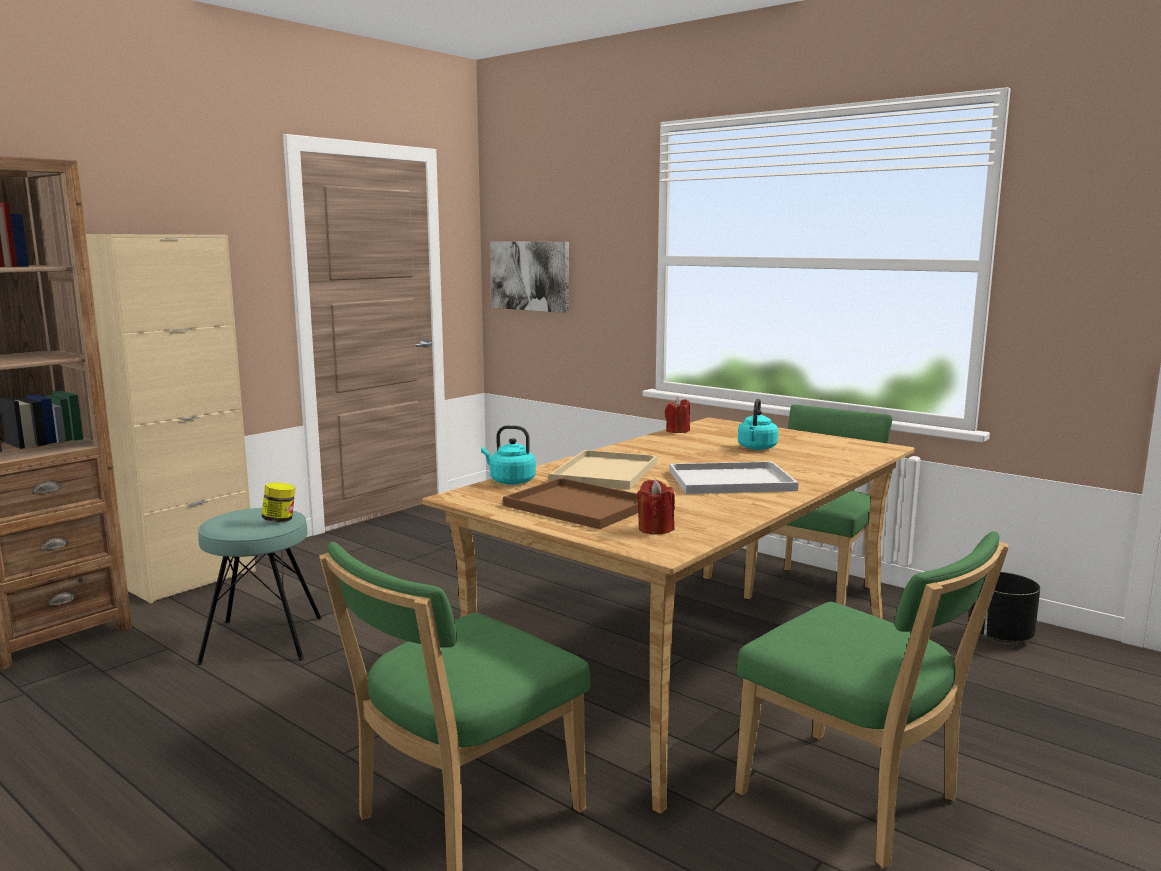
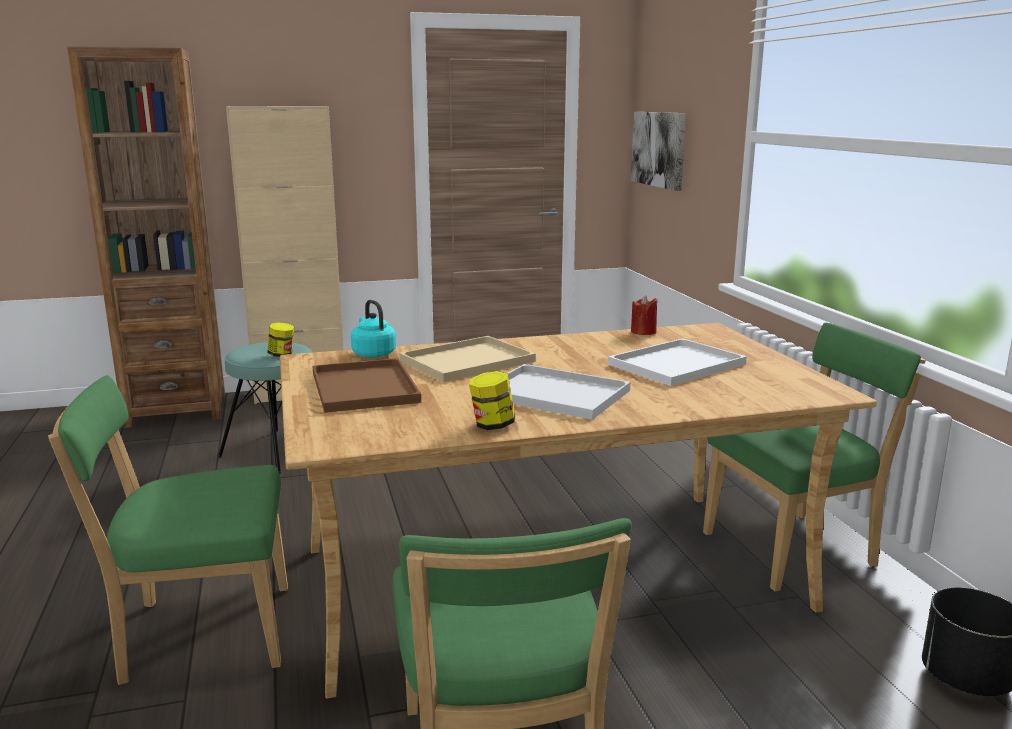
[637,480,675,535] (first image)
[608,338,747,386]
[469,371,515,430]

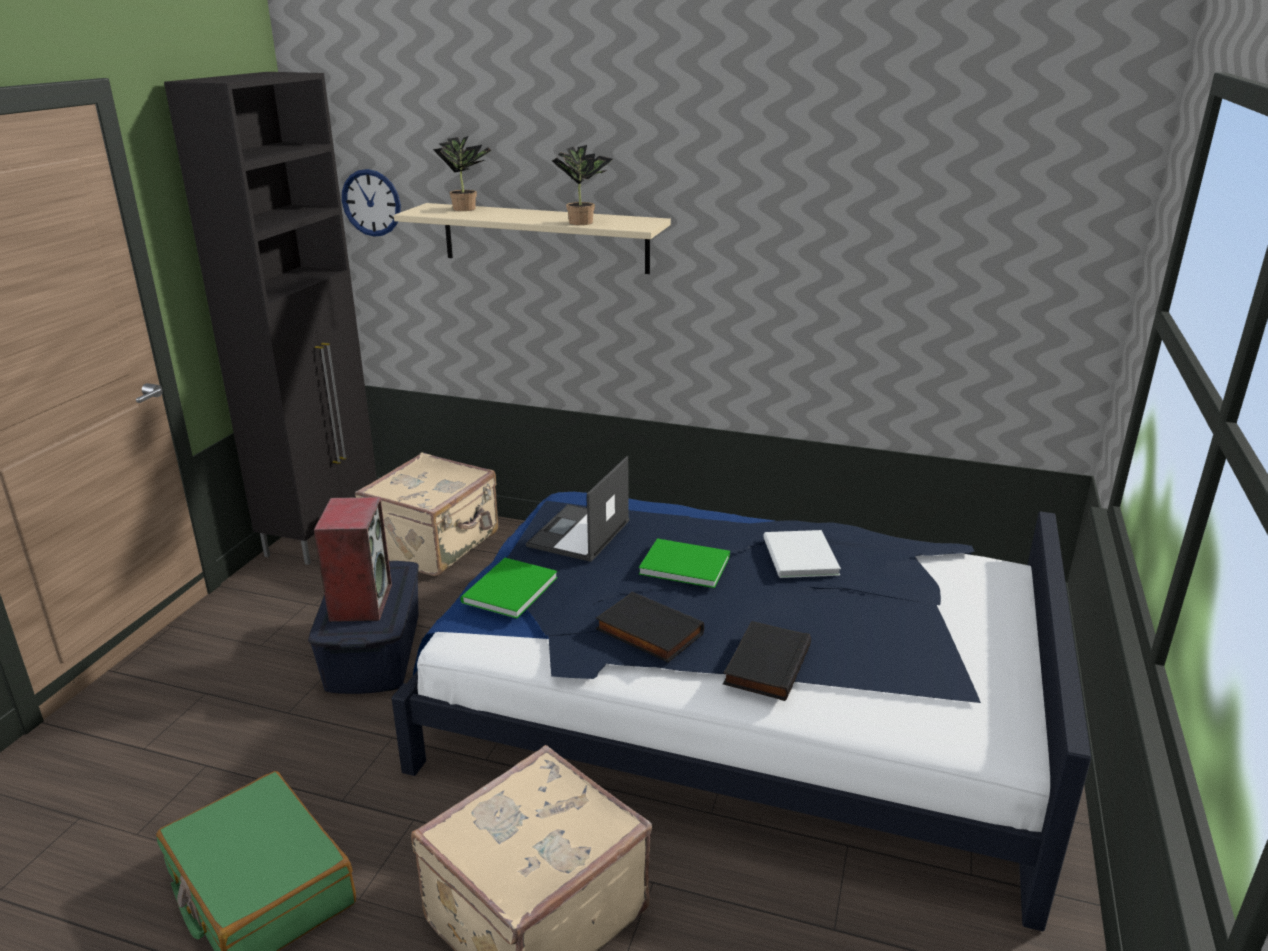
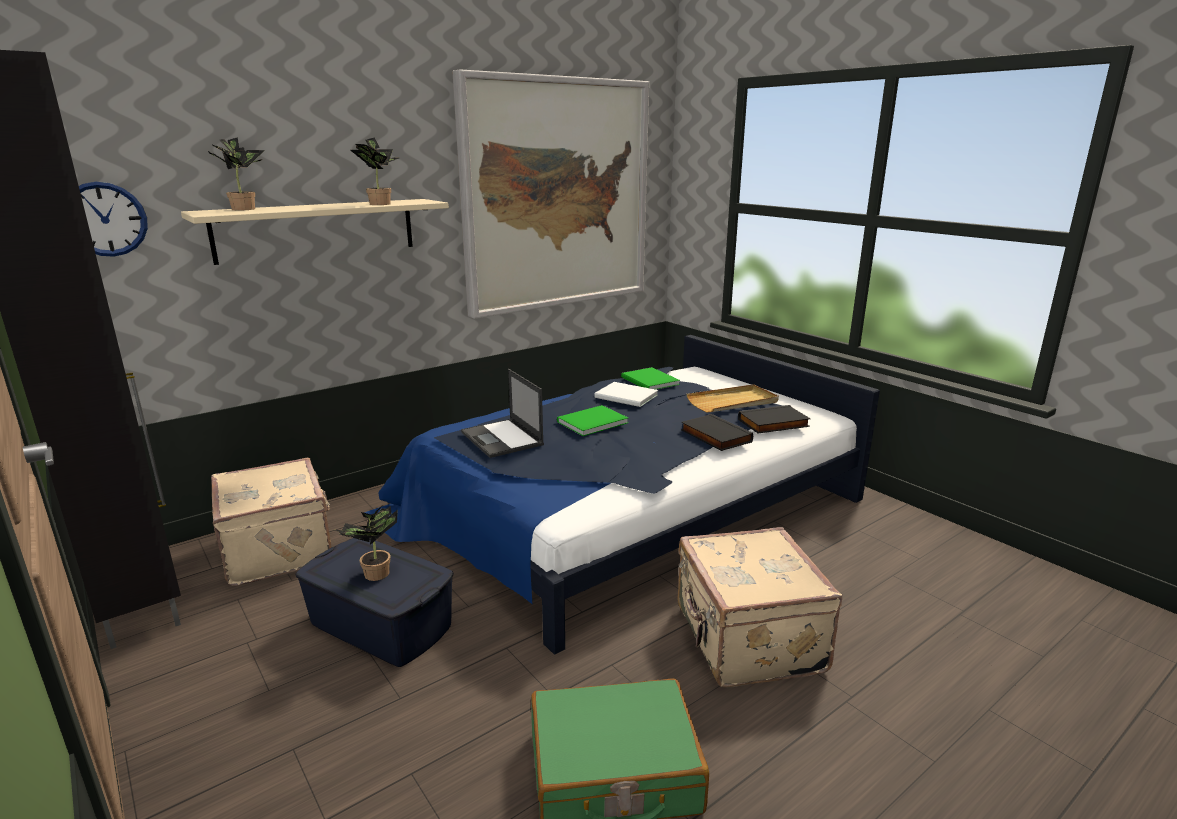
[336,506,398,581]
[621,367,680,390]
[738,405,811,433]
[452,69,649,319]
[686,384,779,412]

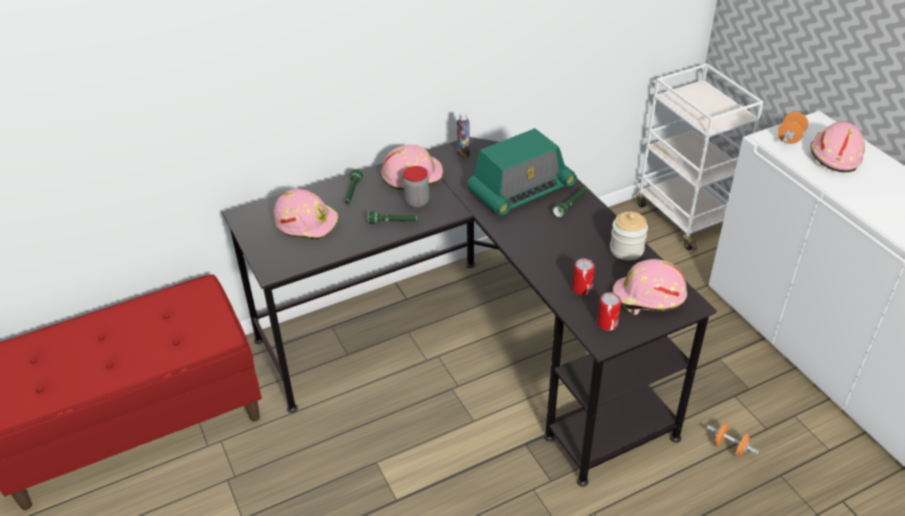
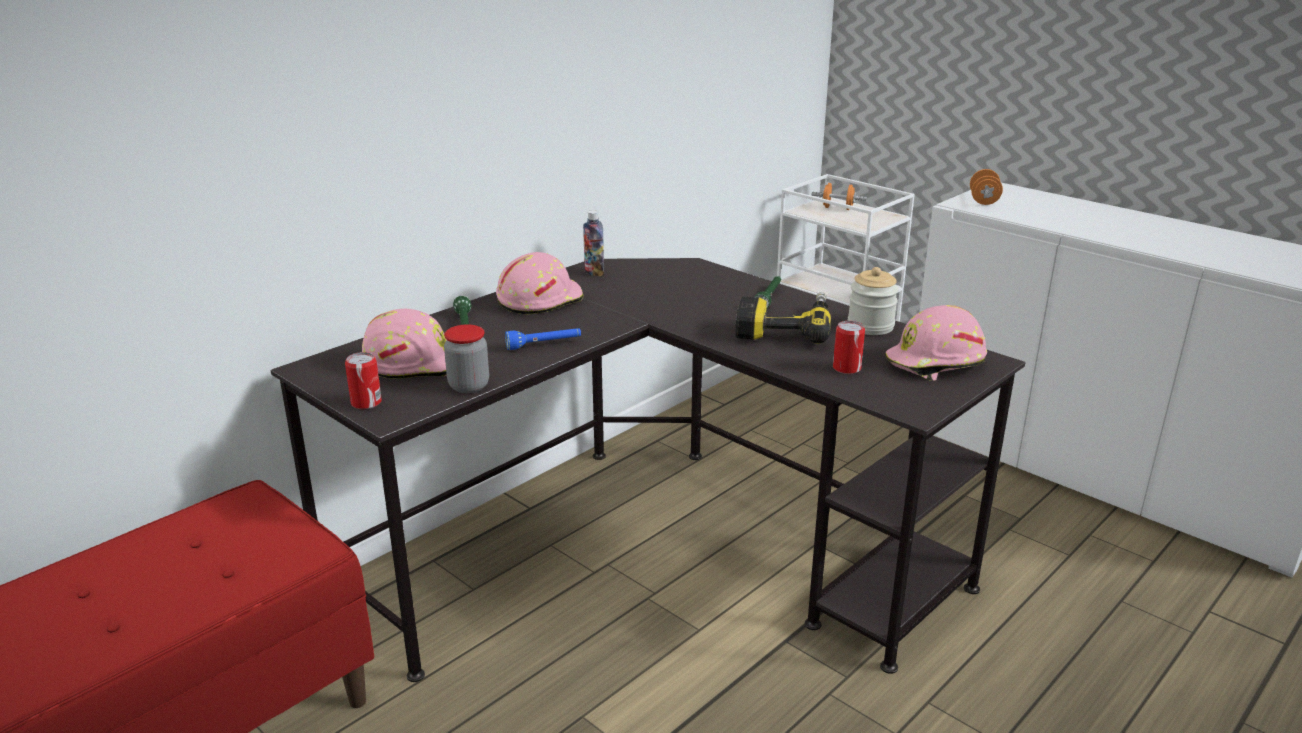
[505,328,581,350]
[444,324,489,393]
[467,128,577,215] (first image)
[345,352,382,409]
[811,183,867,210]
[810,122,865,172] (first image)
[736,292,831,344]

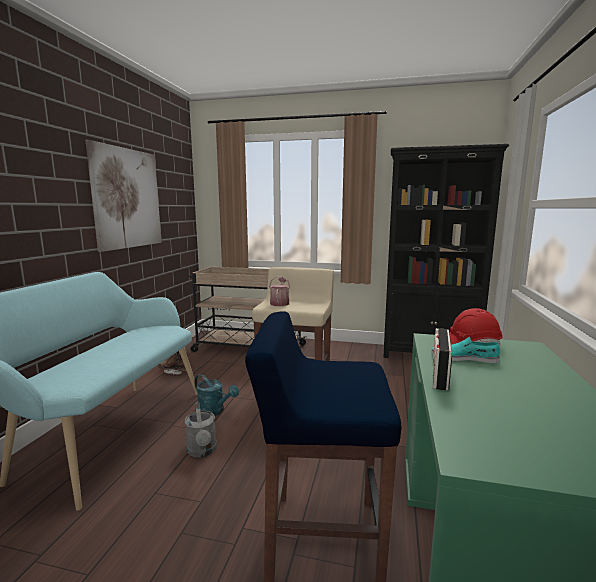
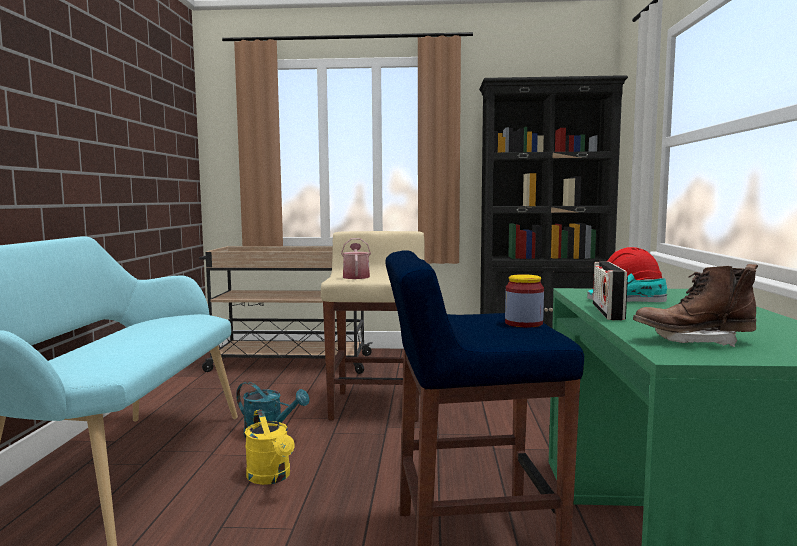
[85,140,162,252] (first image)
[633,264,758,347]
[245,410,295,485]
[505,274,544,327]

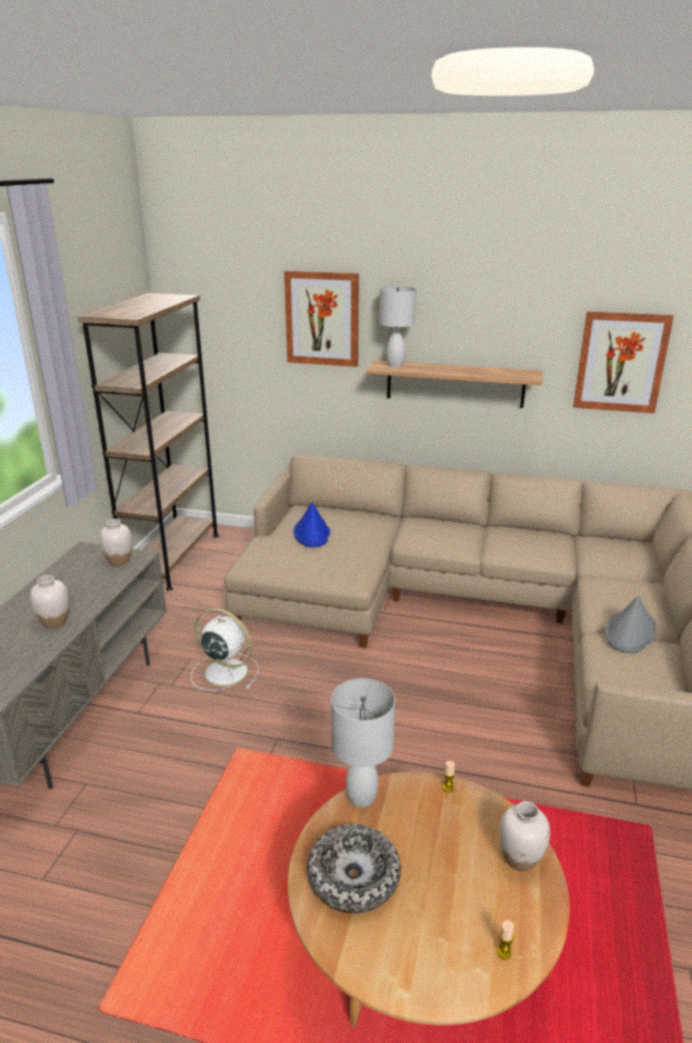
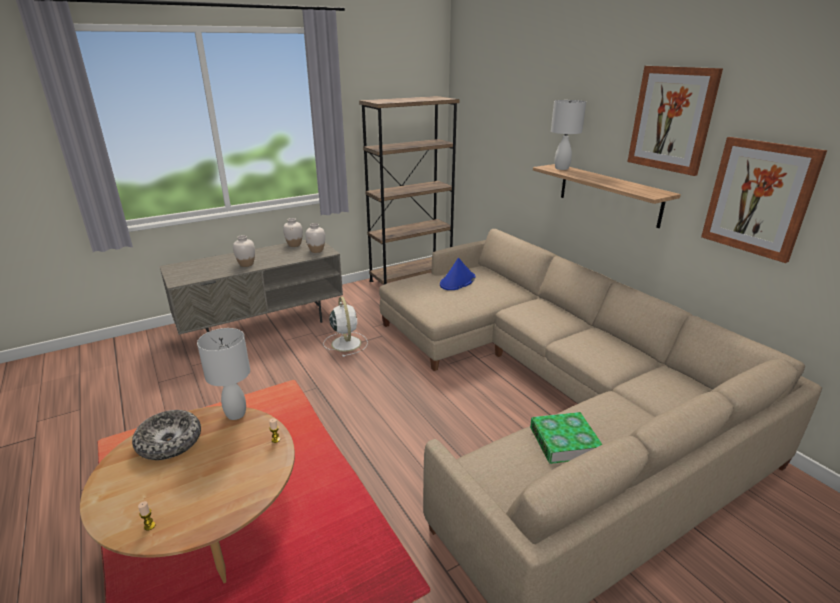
[627,66,723,176]
[283,218,303,247]
[530,412,602,464]

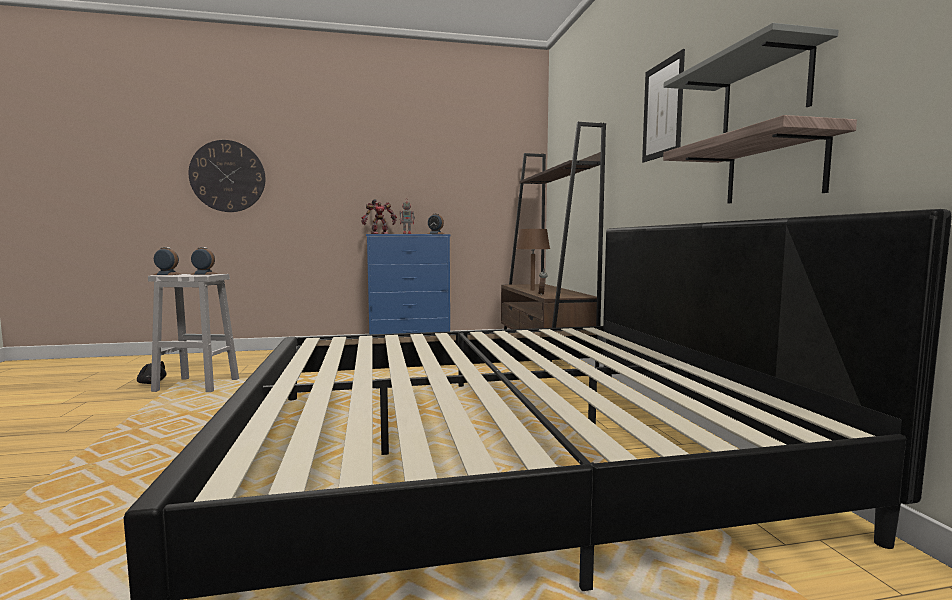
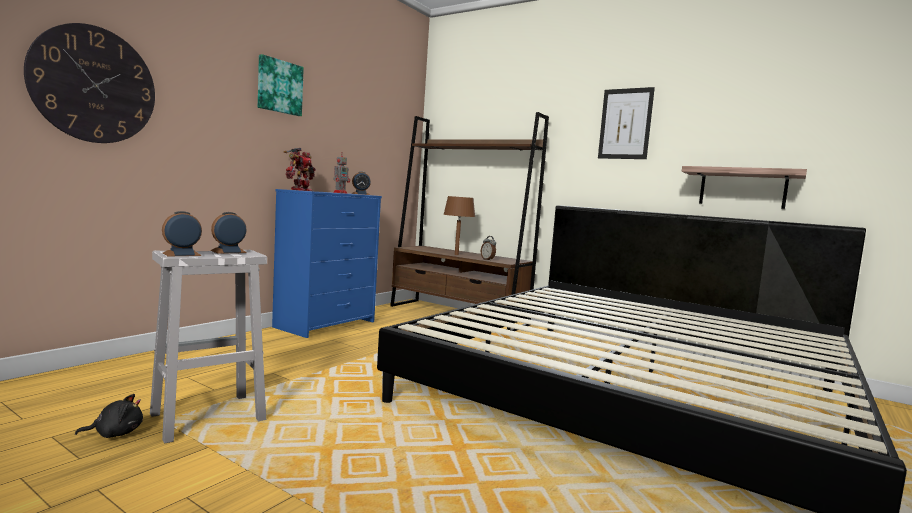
[664,23,839,133] (first image)
[258,54,304,116]

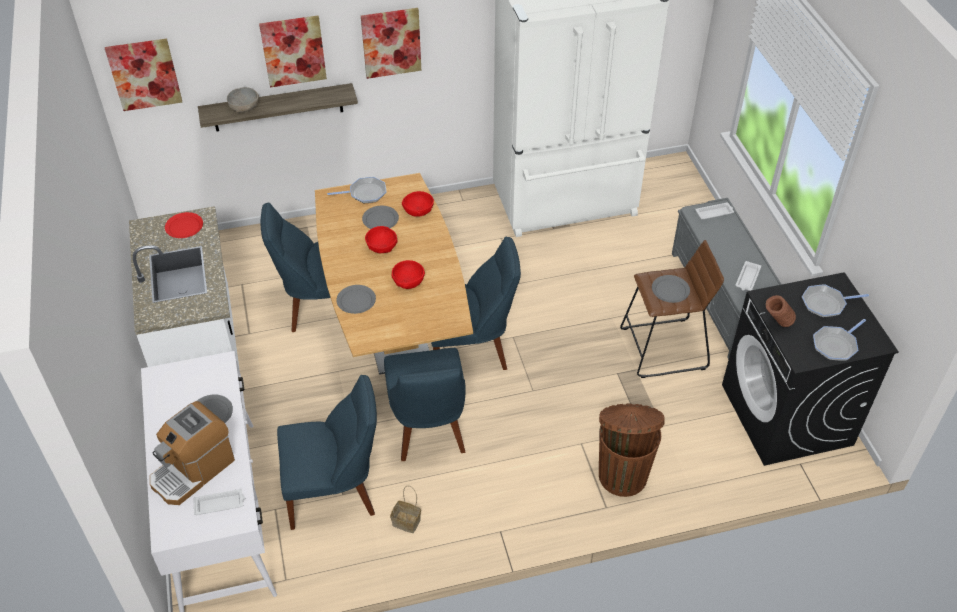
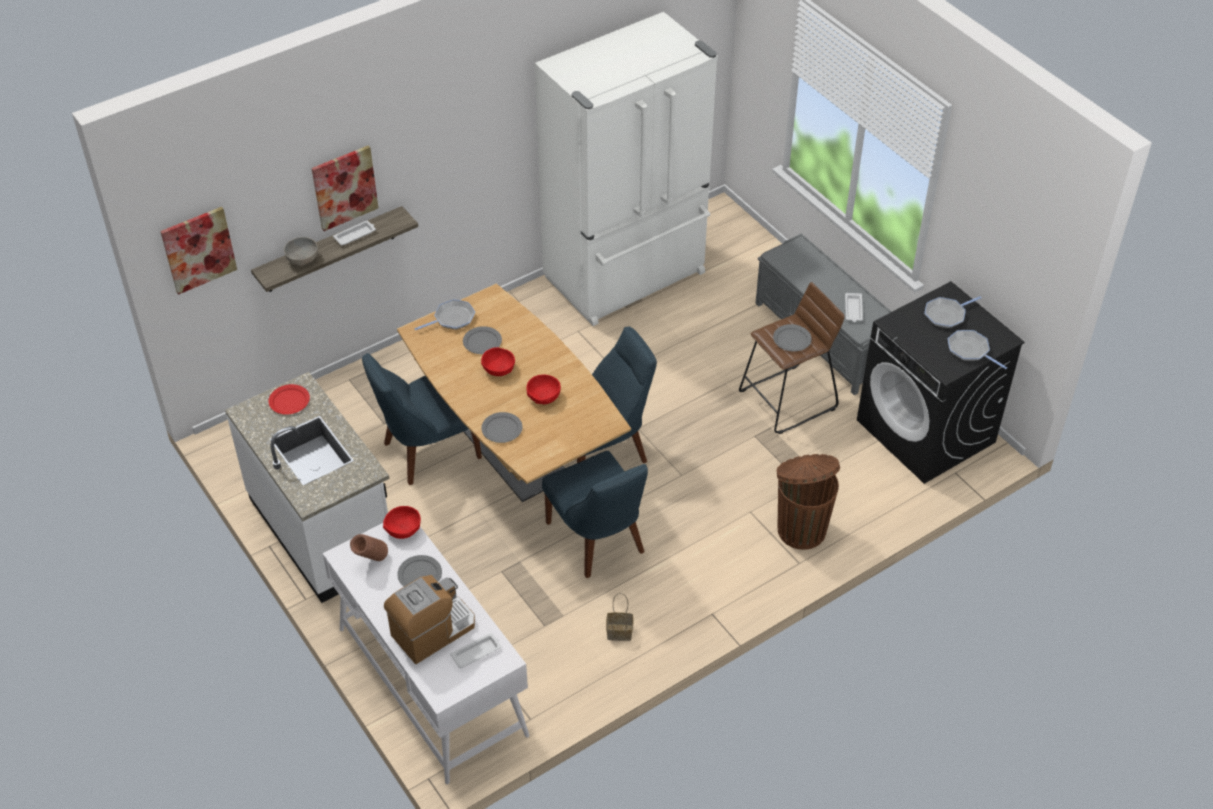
[384,575,475,664]
[277,375,377,530] (first image)
[361,8,421,79] (first image)
[383,506,421,539]
[333,221,376,245]
[350,534,388,561]
[948,330,1007,369]

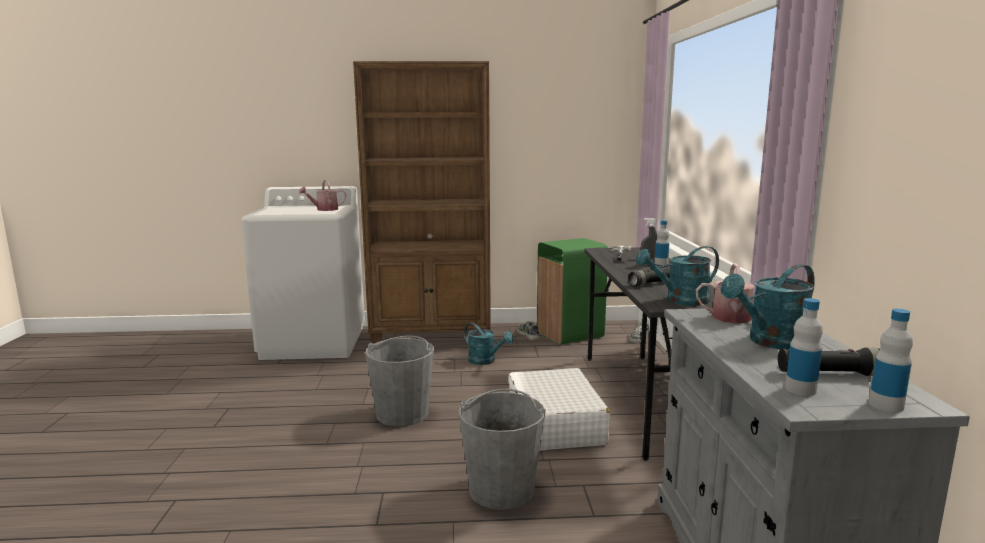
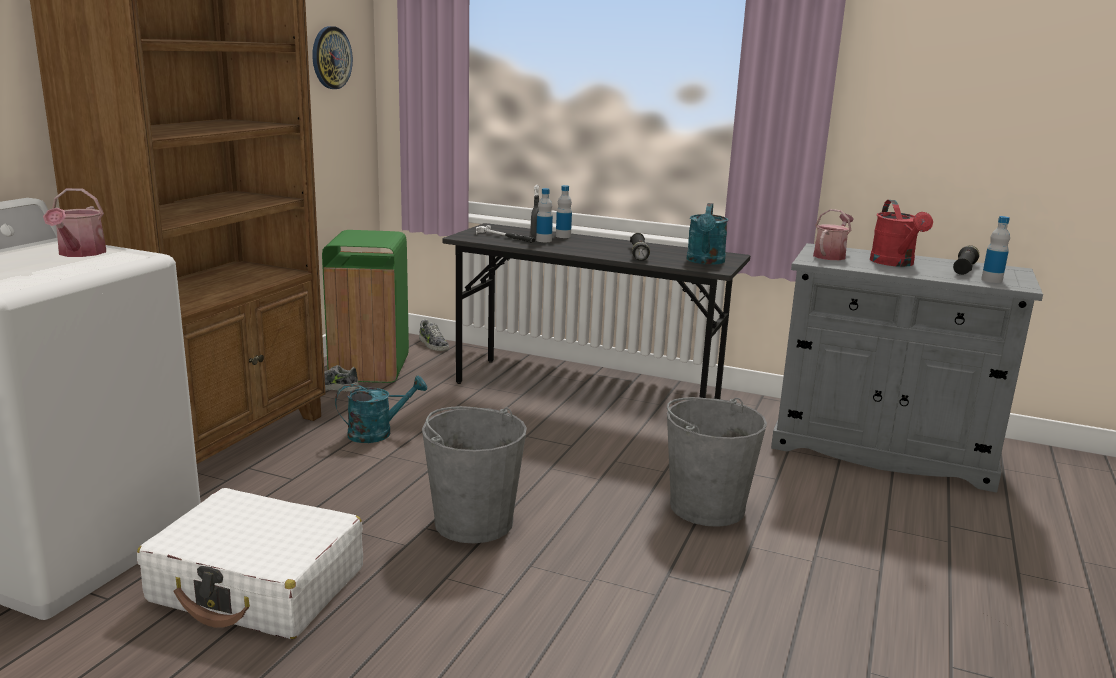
[137,488,363,639]
[870,200,933,267]
[536,188,553,242]
[312,26,353,89]

